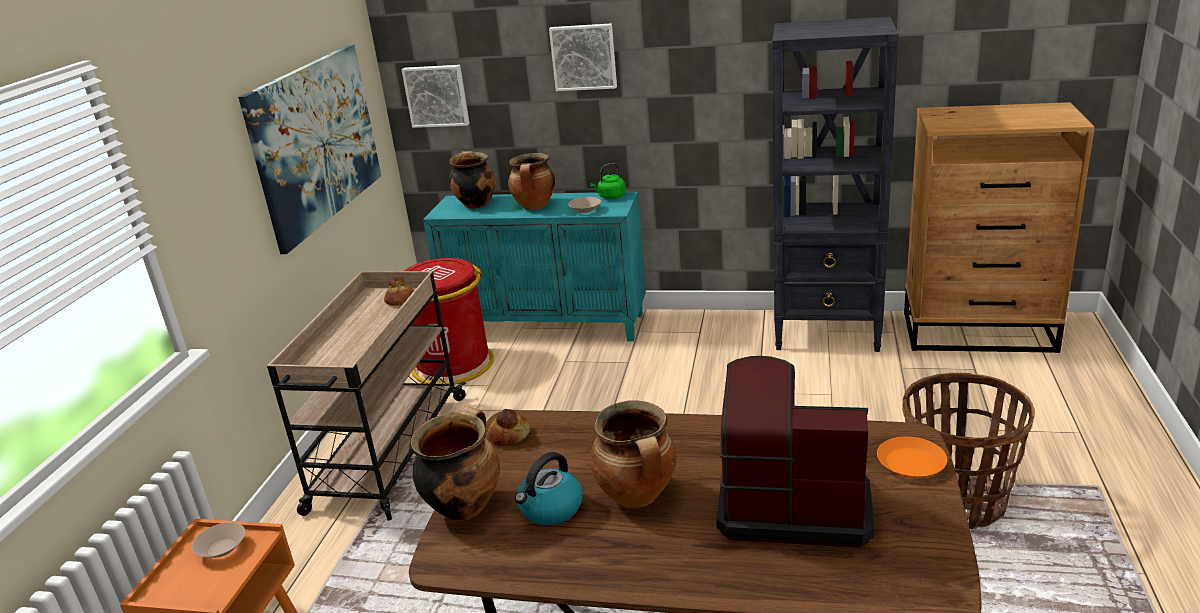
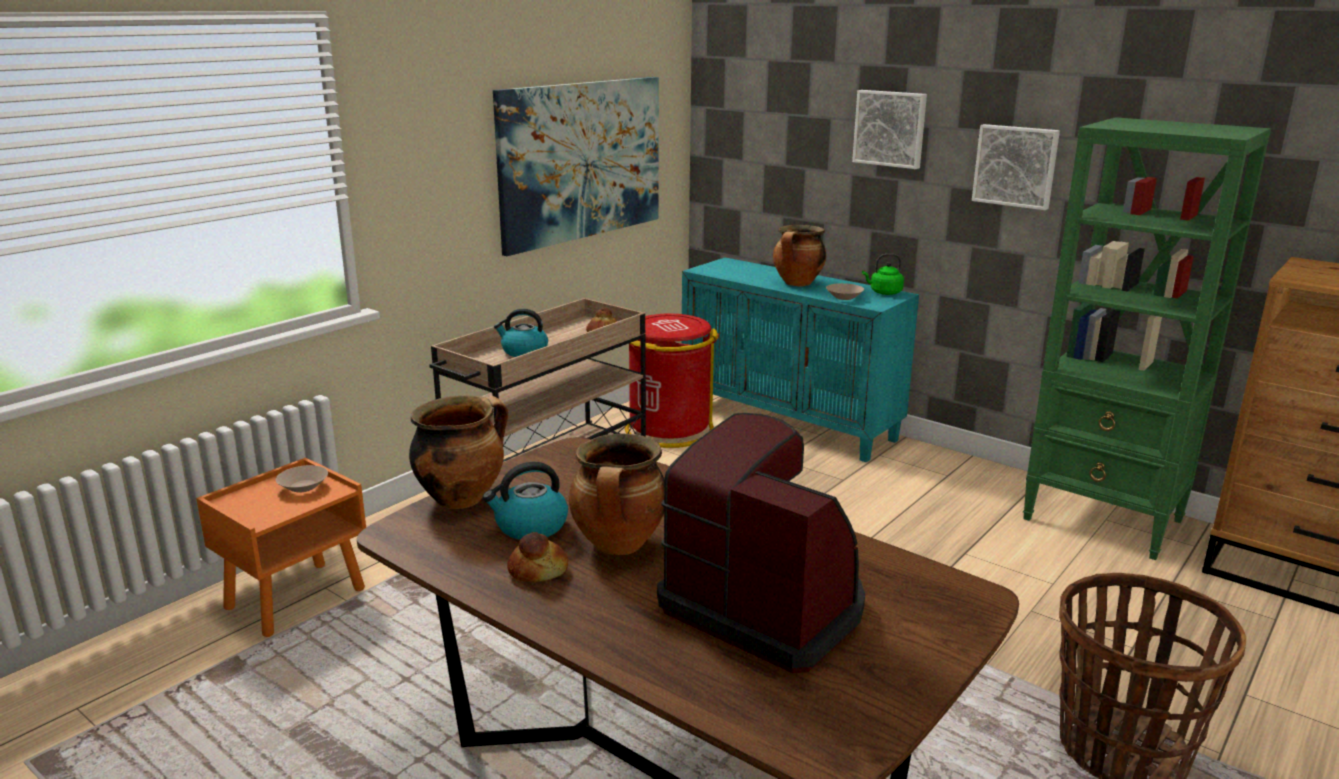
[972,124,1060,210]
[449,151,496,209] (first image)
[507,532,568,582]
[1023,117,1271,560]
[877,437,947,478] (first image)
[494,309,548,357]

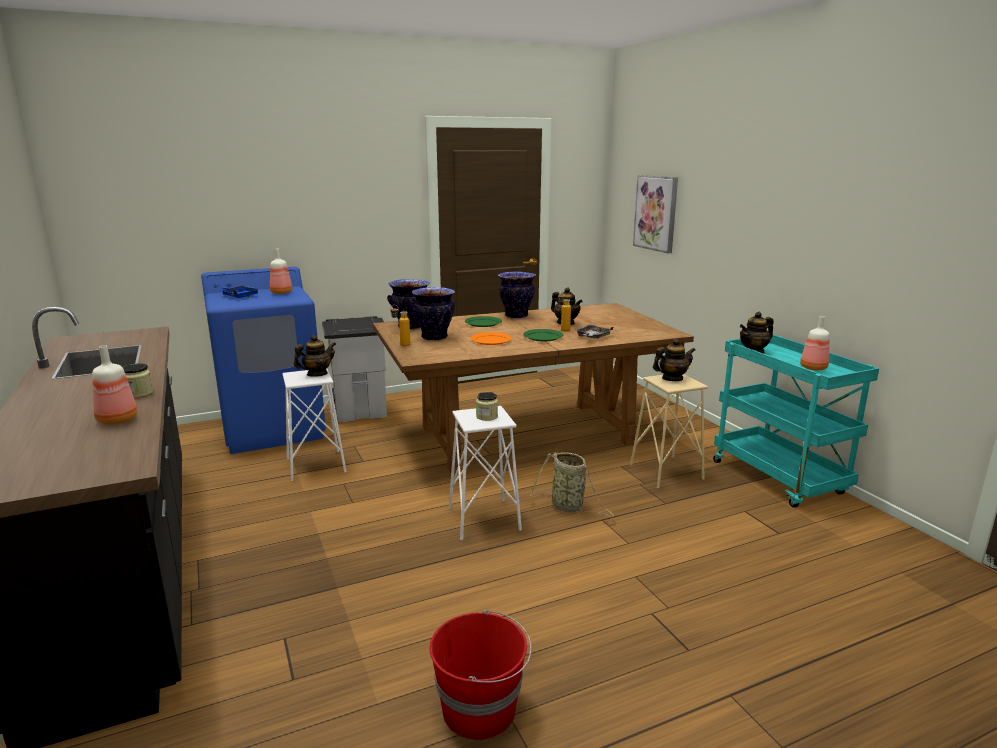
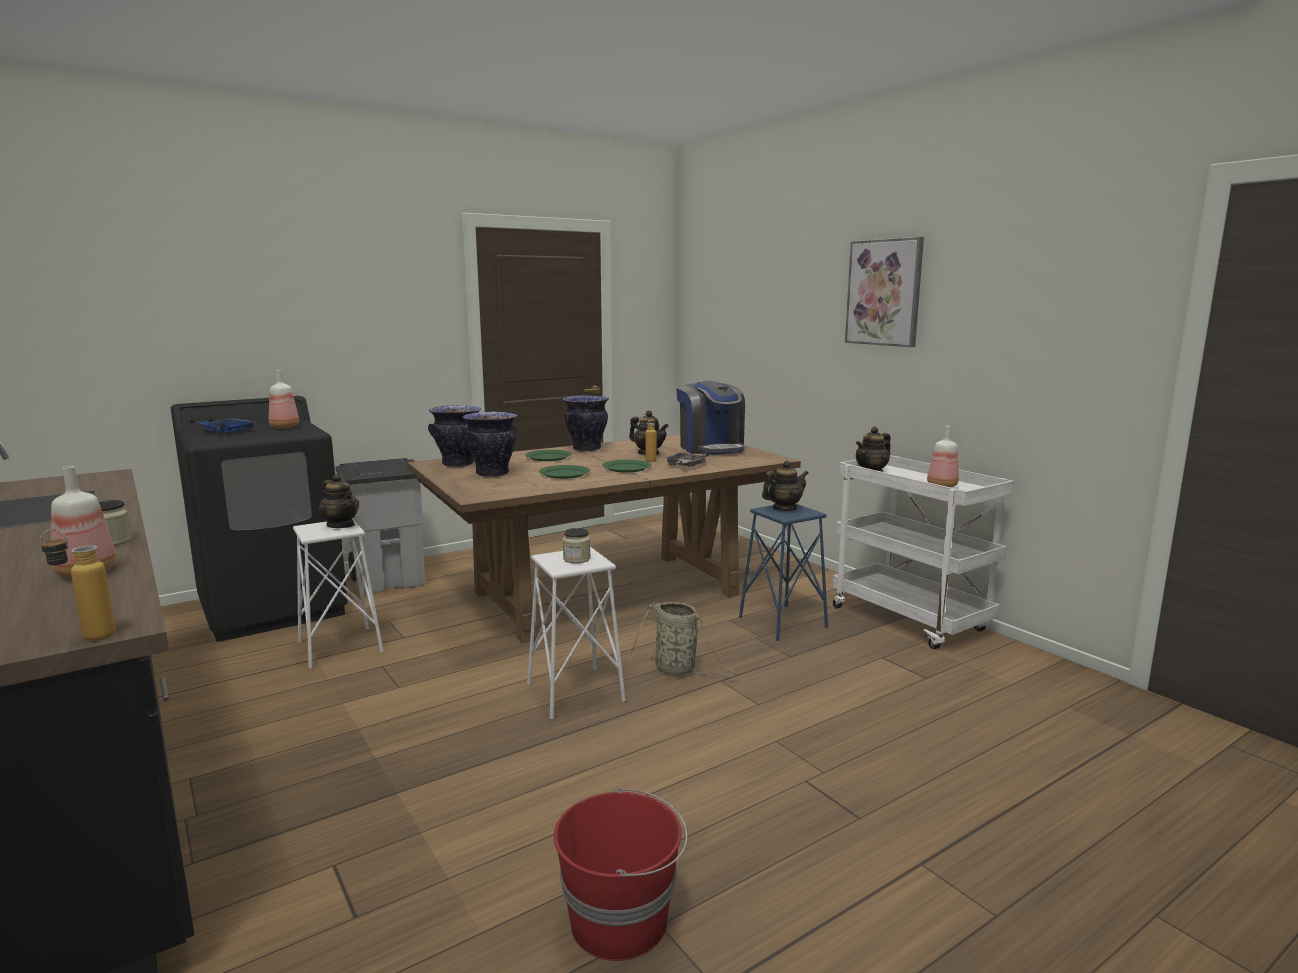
[171,396,348,642]
[319,474,359,528]
[40,530,116,640]
[539,465,590,479]
[739,504,828,641]
[845,237,924,347]
[832,455,1014,649]
[676,381,745,455]

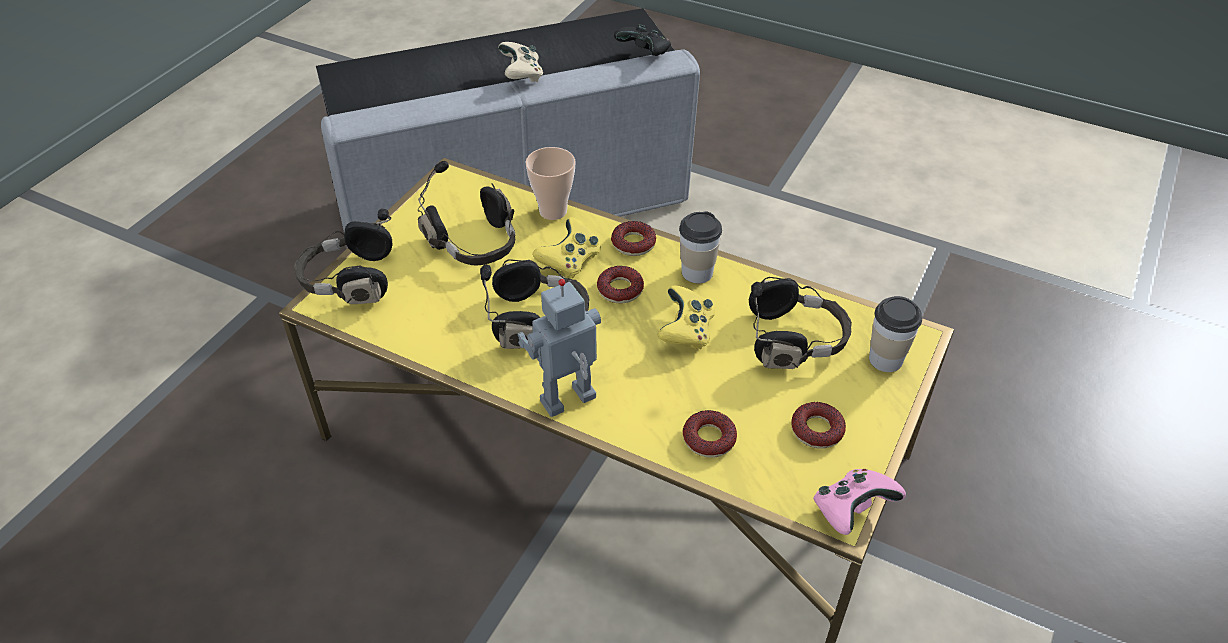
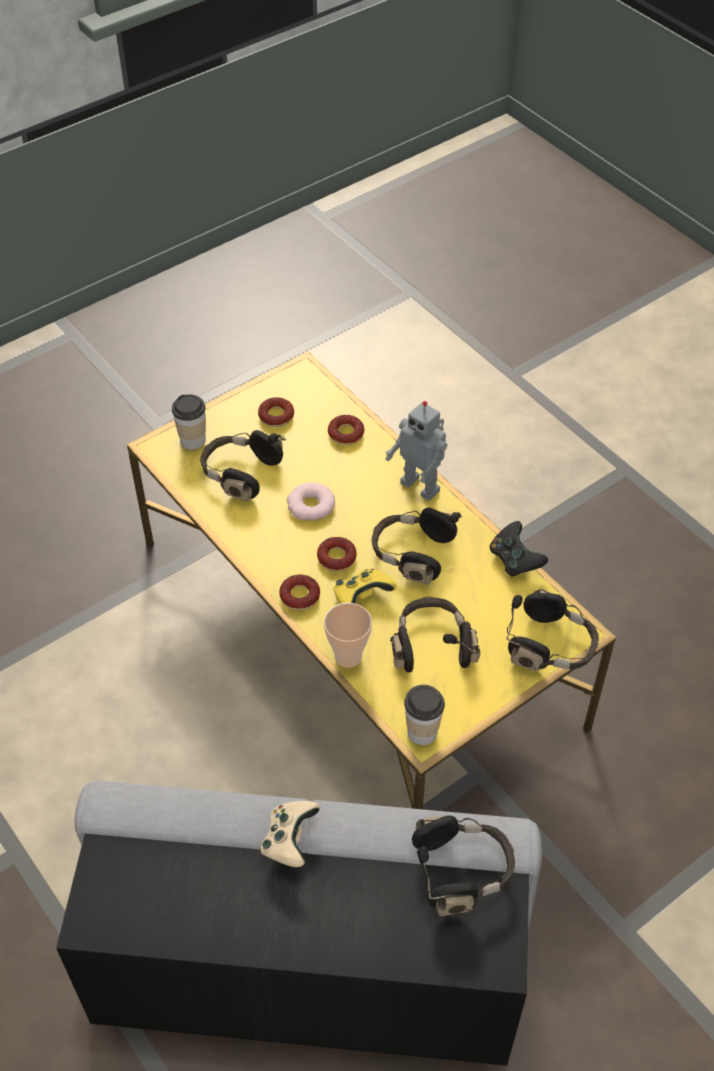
[385,401,447,501]
[490,521,548,577]
[287,483,335,521]
[404,685,445,745]
[813,469,906,535] (first image)
[412,815,515,917]

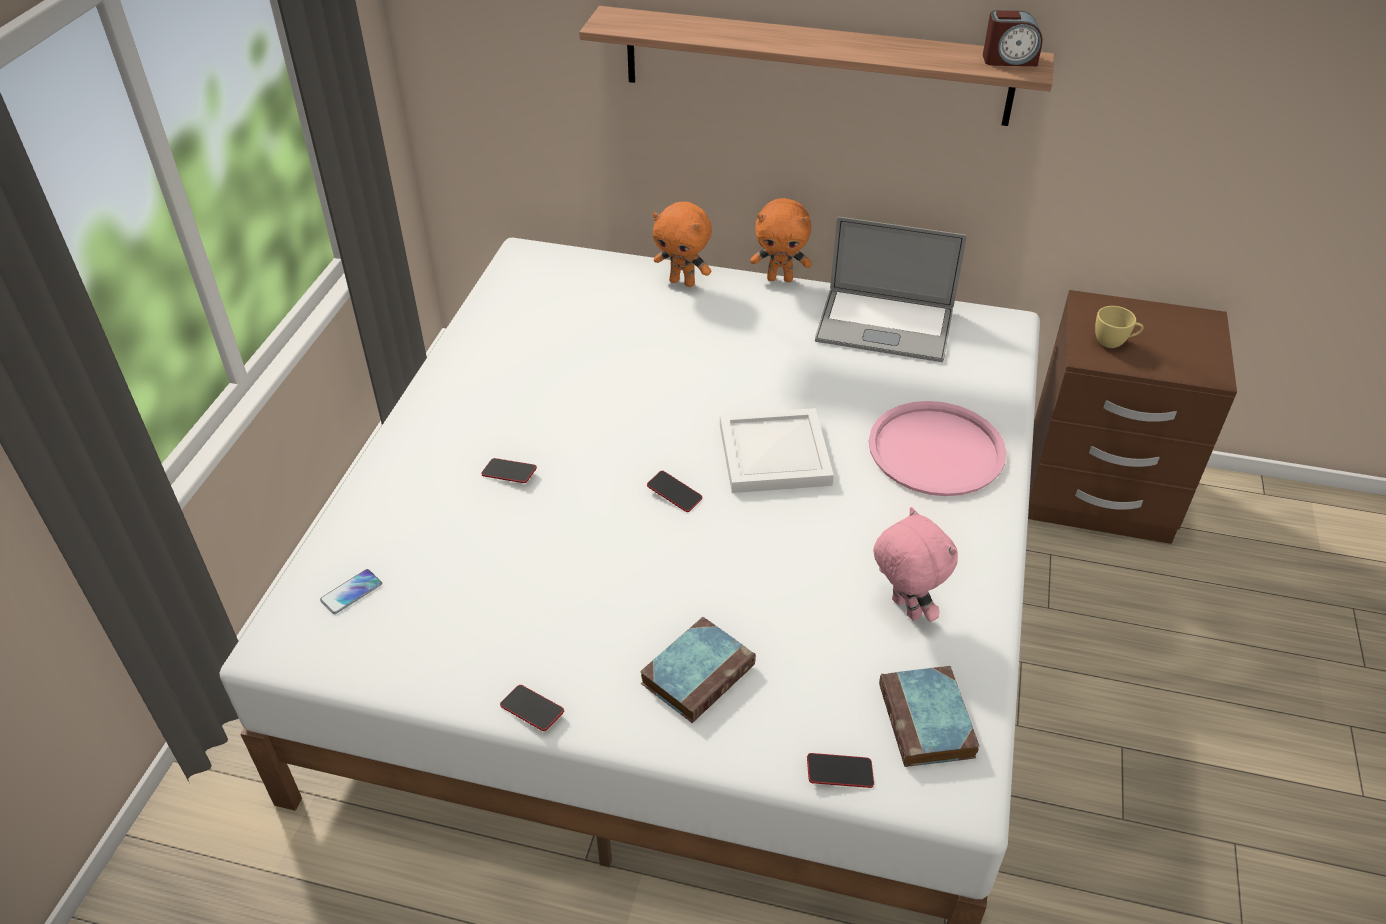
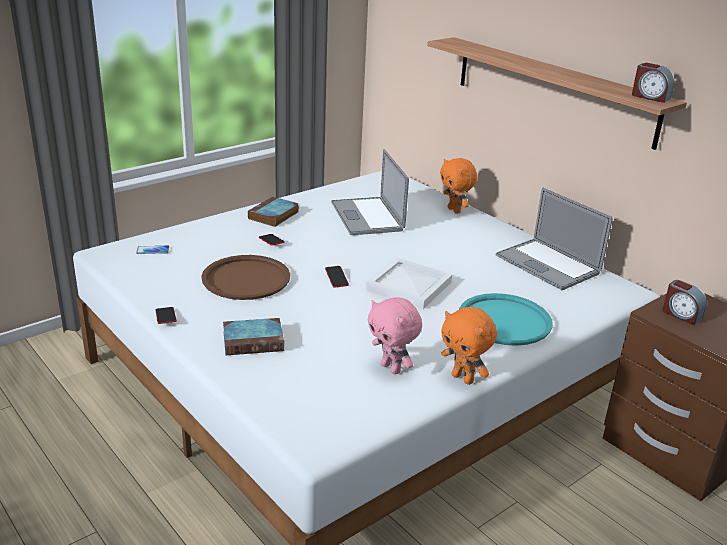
[441,307,497,385]
[807,753,874,788] (first image)
[459,293,553,346]
[367,297,422,375]
[248,197,299,227]
[662,280,707,325]
[201,255,290,300]
[331,149,409,235]

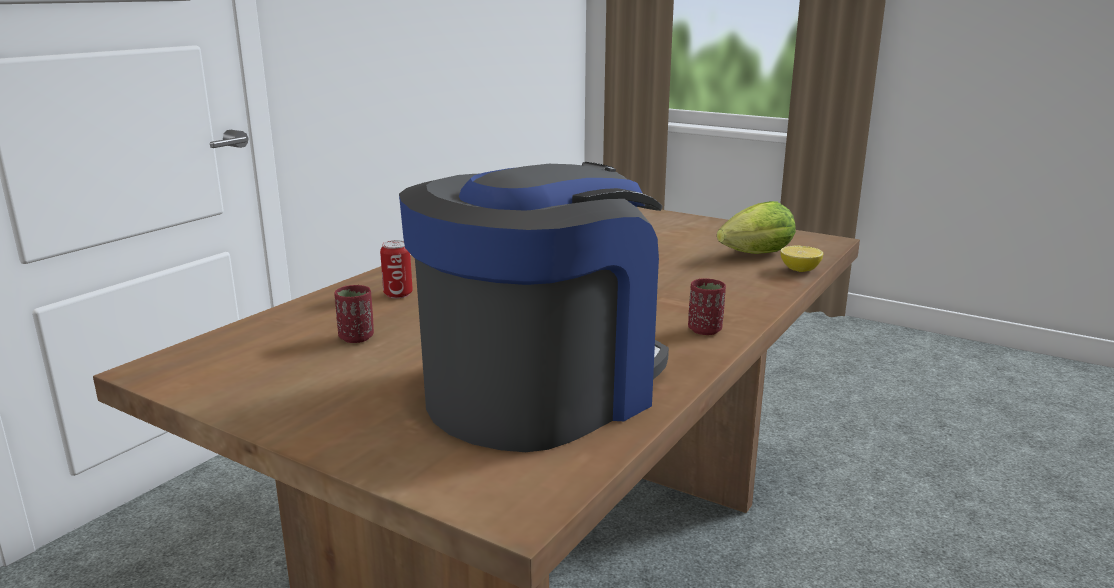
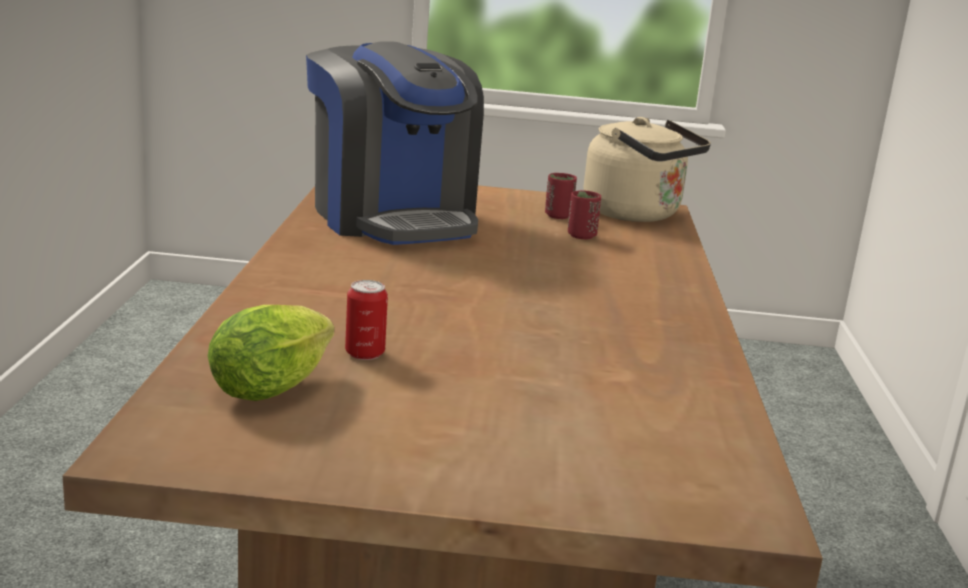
[345,280,388,360]
[306,41,484,245]
[545,173,577,219]
[780,246,823,272] (first image)
[584,117,711,222]

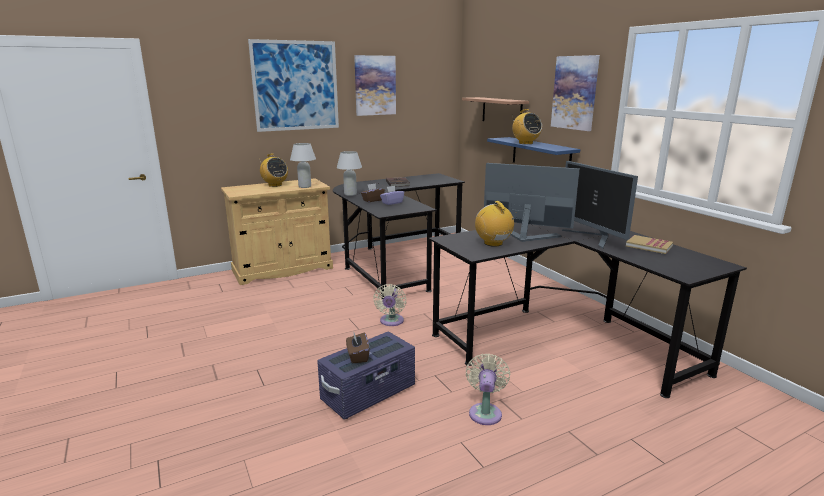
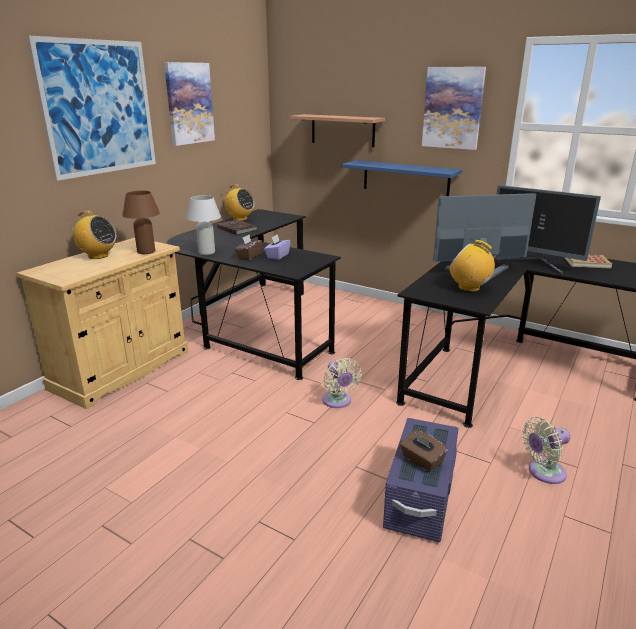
[122,191,160,254]
[522,417,570,484]
[224,185,255,221]

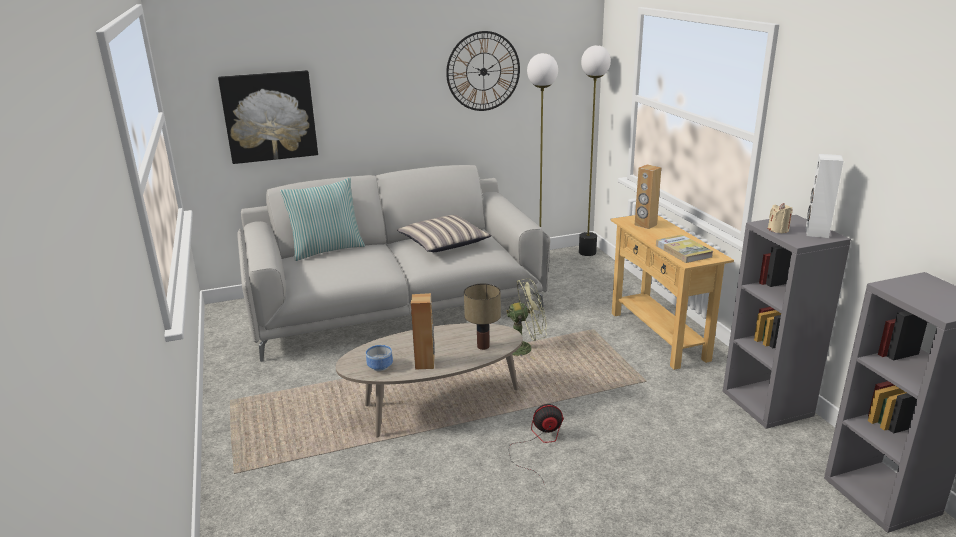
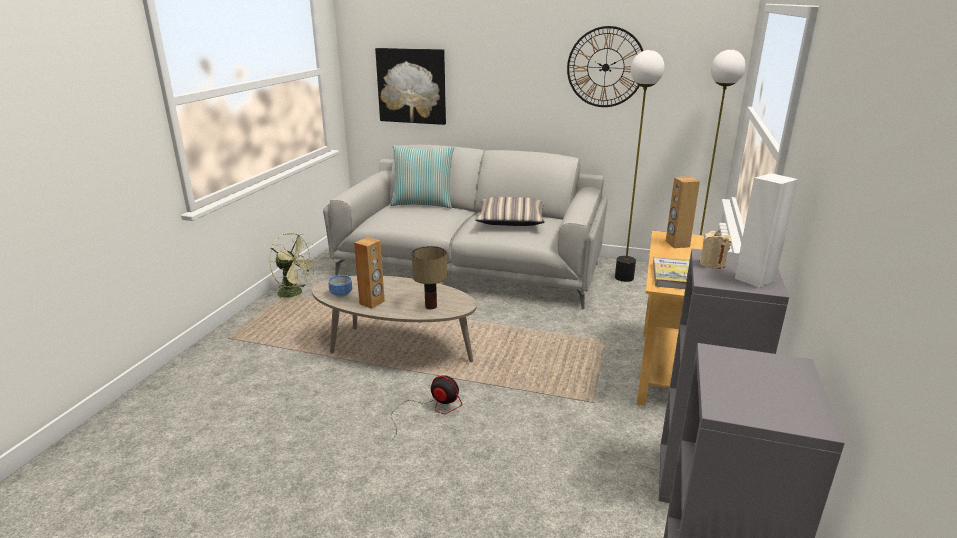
[269,233,317,298]

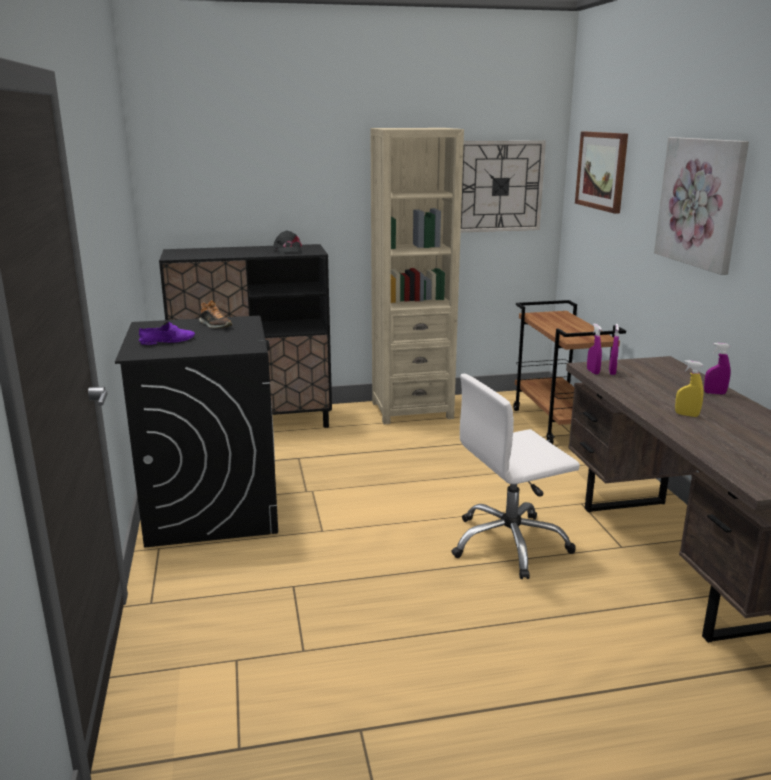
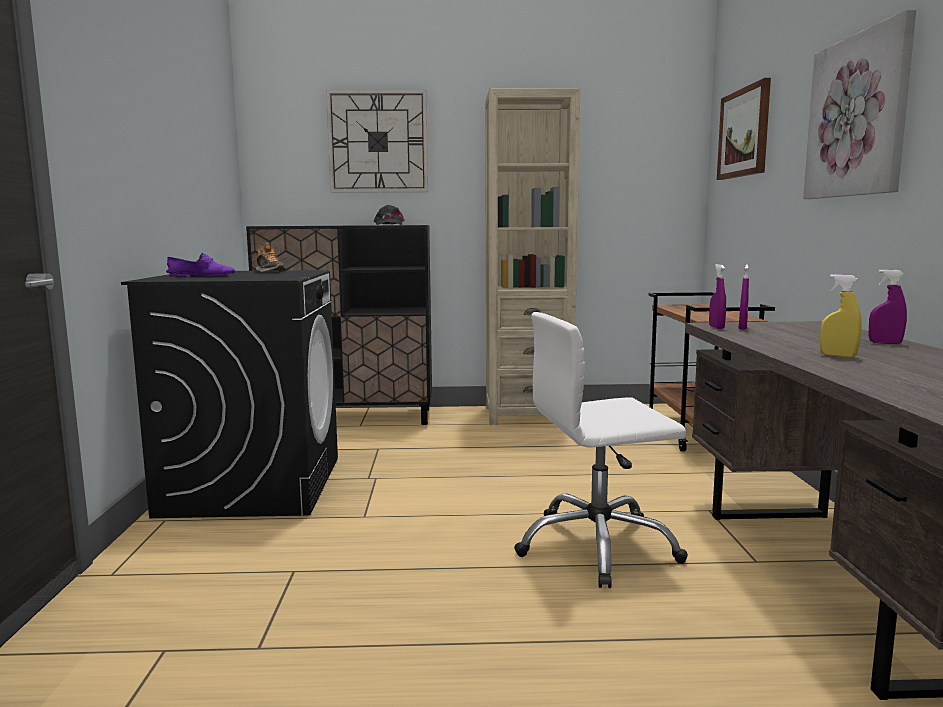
[326,90,428,193]

